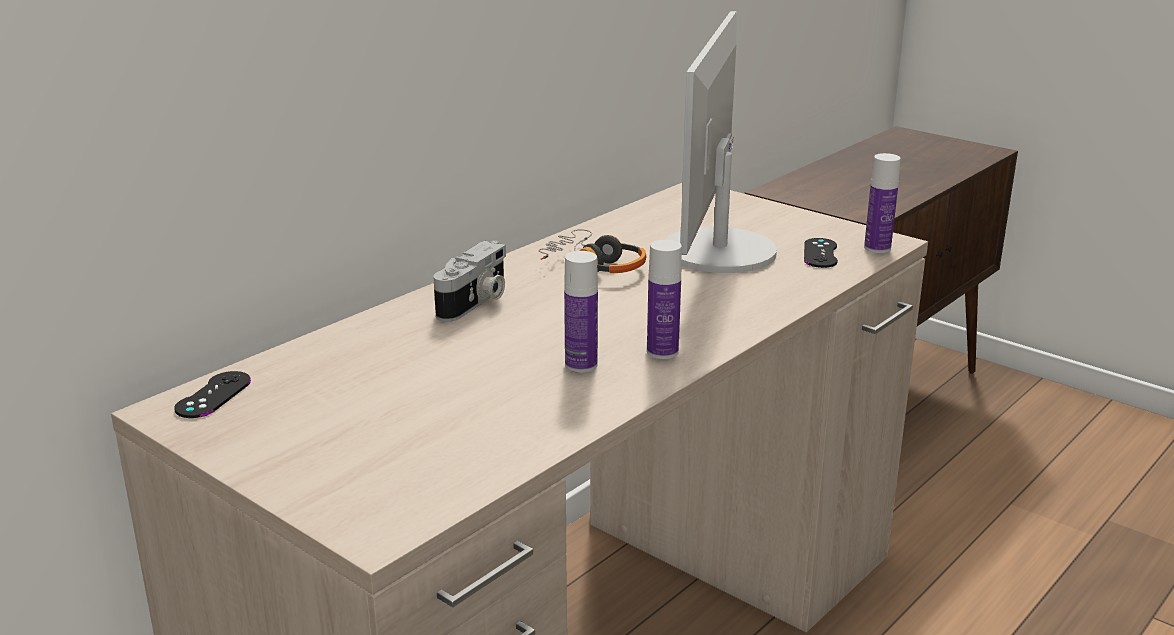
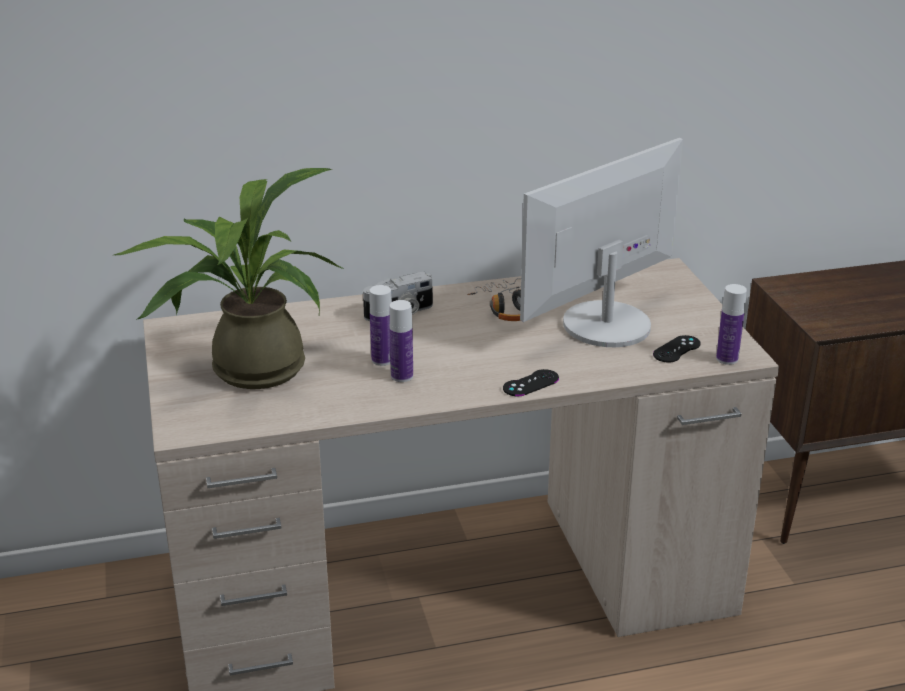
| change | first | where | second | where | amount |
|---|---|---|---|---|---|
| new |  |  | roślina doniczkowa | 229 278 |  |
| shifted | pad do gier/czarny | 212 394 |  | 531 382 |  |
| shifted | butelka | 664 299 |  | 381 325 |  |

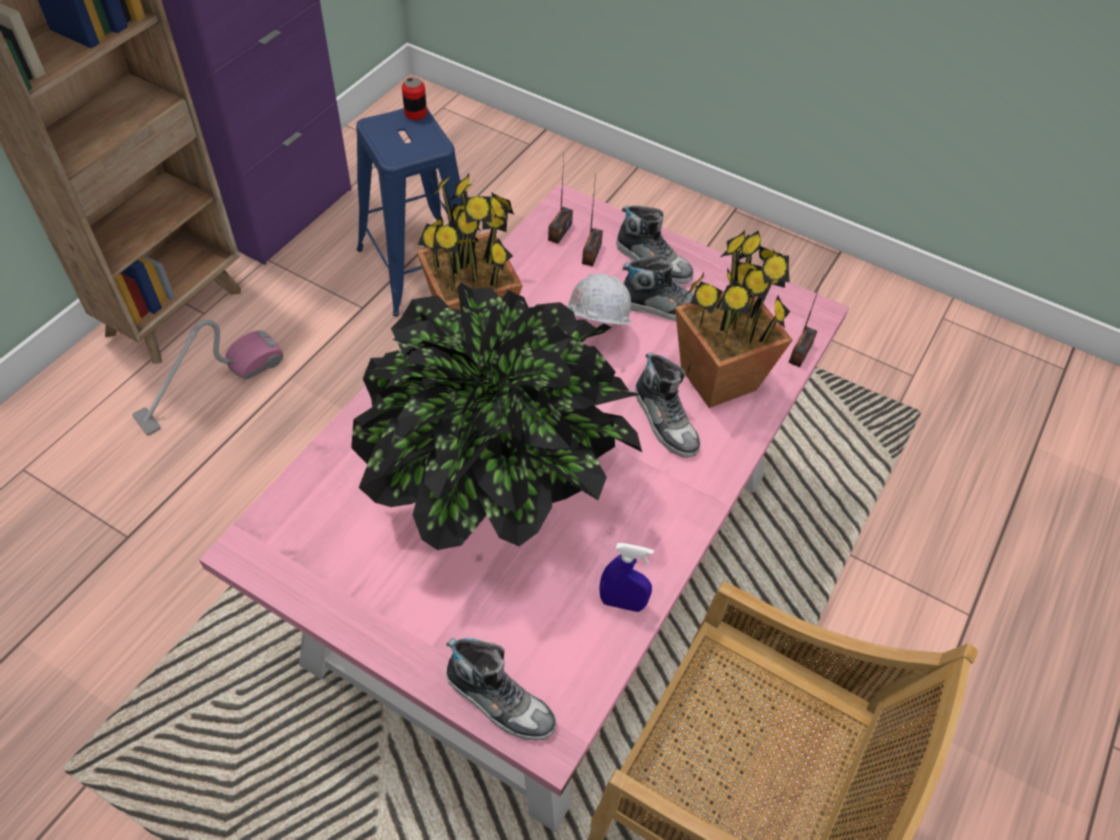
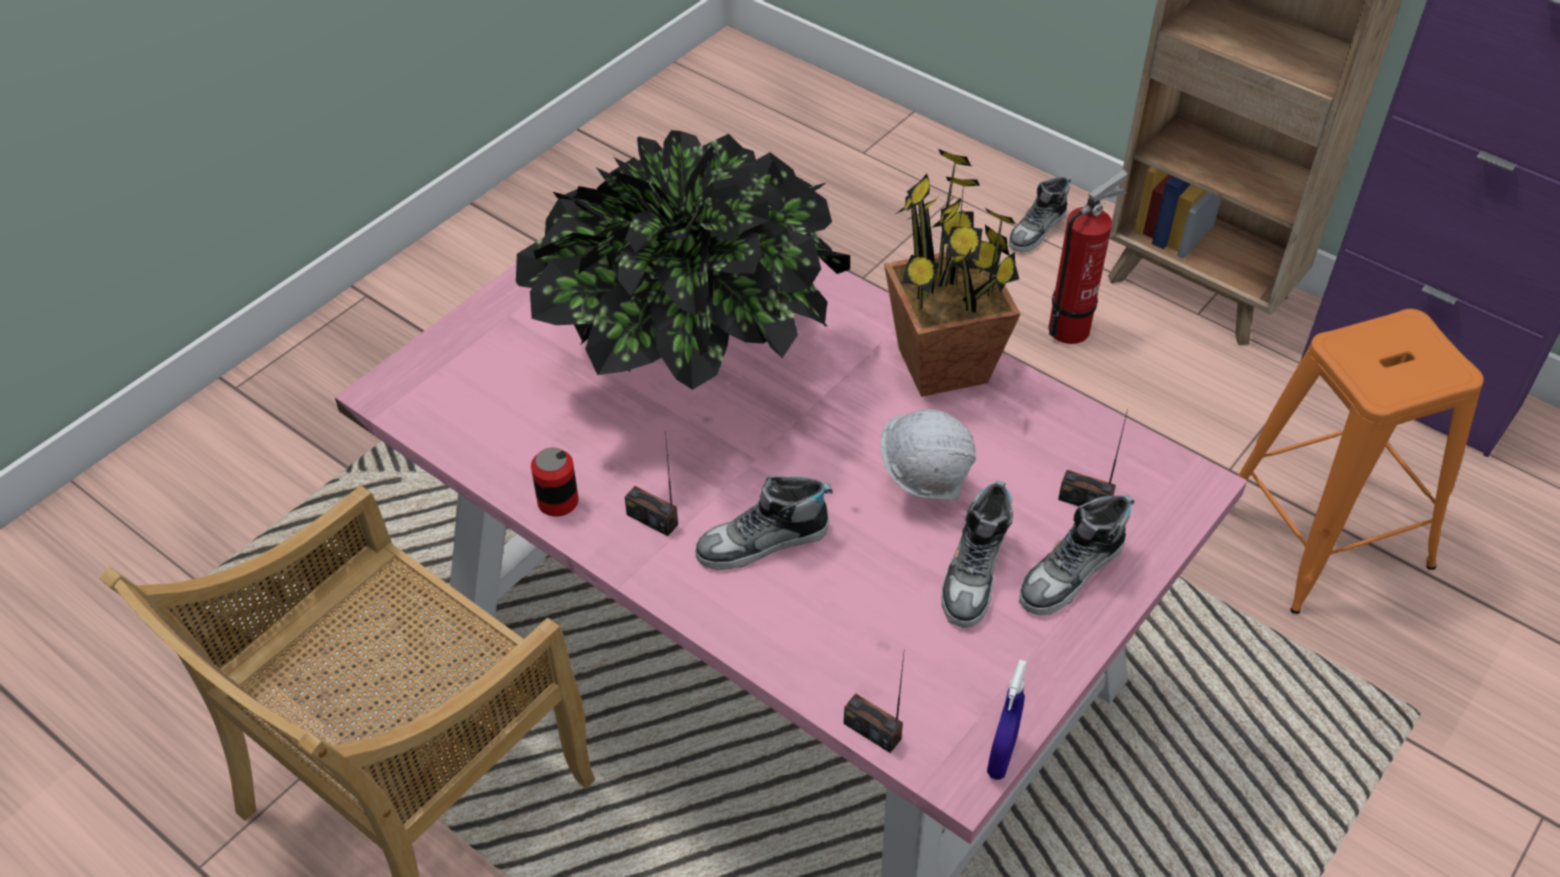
| change | first | where | second | where | amount |
|---|---|---|---|---|---|
| gone | roślina doniczkowa | 734 319 |  |  |  |
| shifted | puszka | 414 99 |  | 555 482 |  |
| shifted | but | 501 689 |  | 1040 214 |  |
| shifted | radio | 560 201 |  | 651 483 |  |
| shifted | spryskiwacz/niebieski | 626 577 |  | 1007 719 |  |
| swapped | odkurzacz | 207 377 | gaśnica | 1088 257 |  |
| repainted | stołek/niebieski | 409 212 | stołek/pomarańczowy | 1360 461 |  |

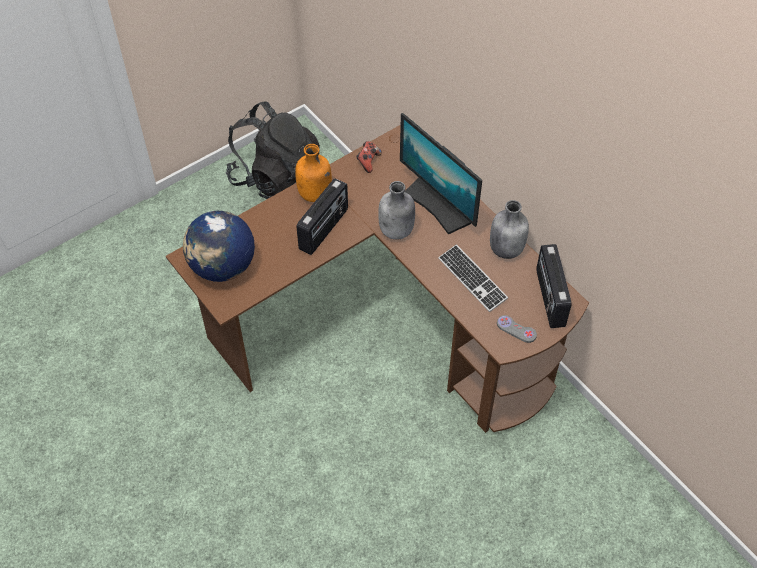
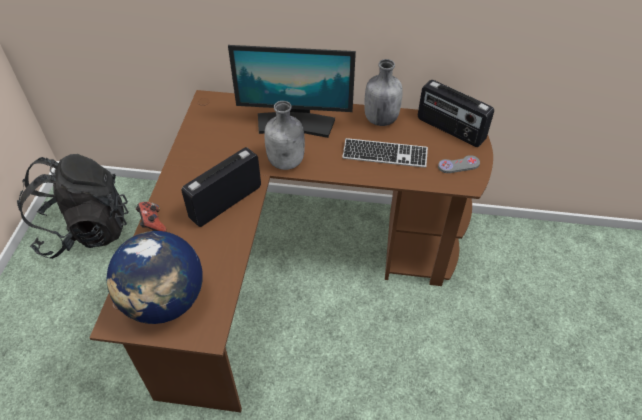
| change | first | where | second | where | amount |
|---|---|---|---|---|---|
| gone | butelka/pomarańczowy | 313 173 |  |  |  |
| shifted | pad do gier | 369 157 |  | 151 217 |  |
| rotated | radio | 322 216 |  | 221 187 | 120 degrees counterclockwise |

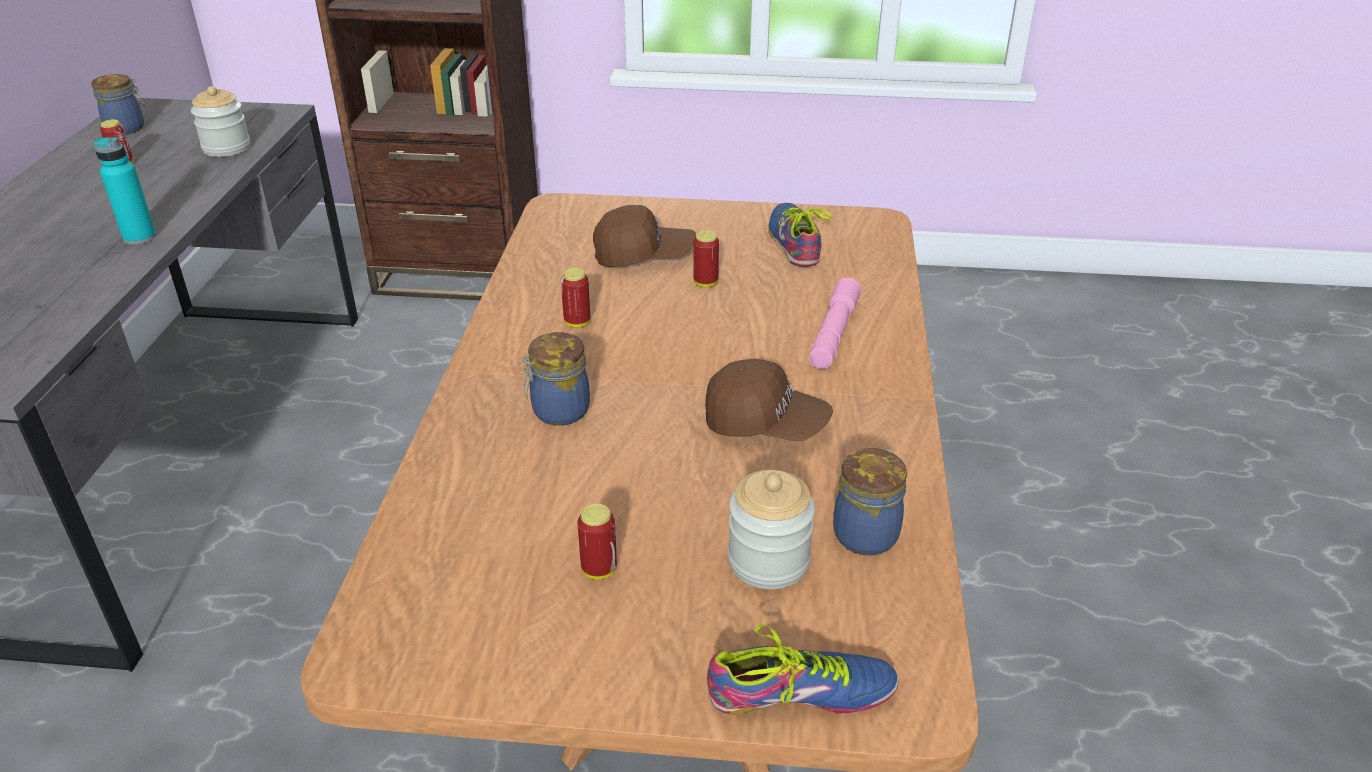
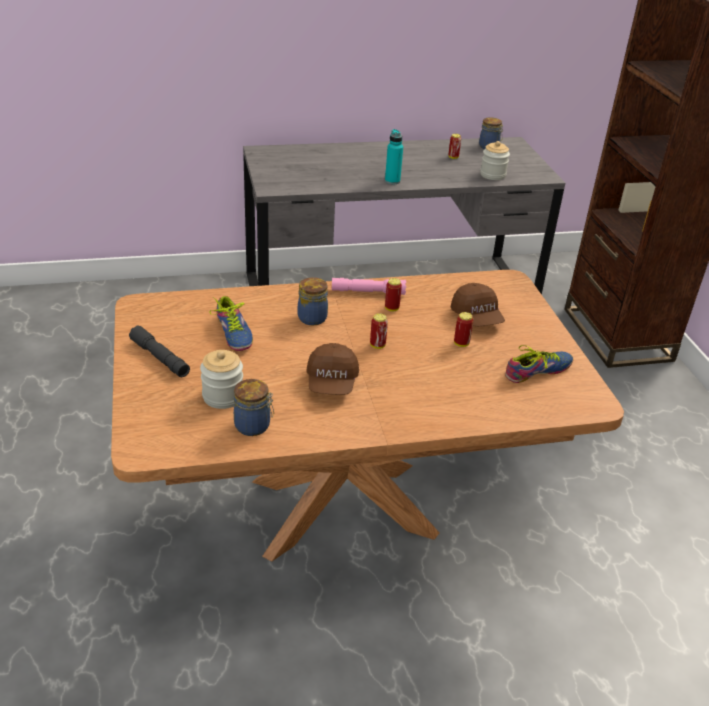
| change | first | where | second | where | amount |
|---|---|---|---|---|---|
| new |  |  | latarka/szary | 159 351 |  |
| shifted | puszka | 597 541 |  | 379 331 |  |
| shifted | but | 803 669 |  | 231 323 |  |
| shifted | latarka/różowy | 835 323 |  | 369 286 |  |

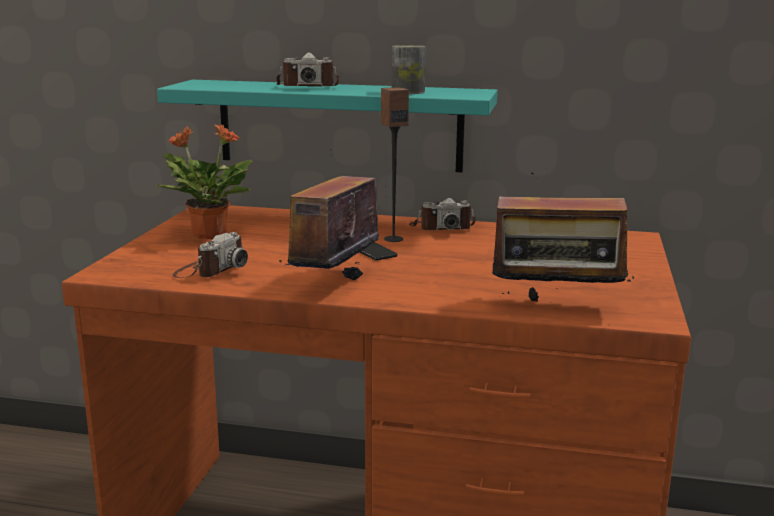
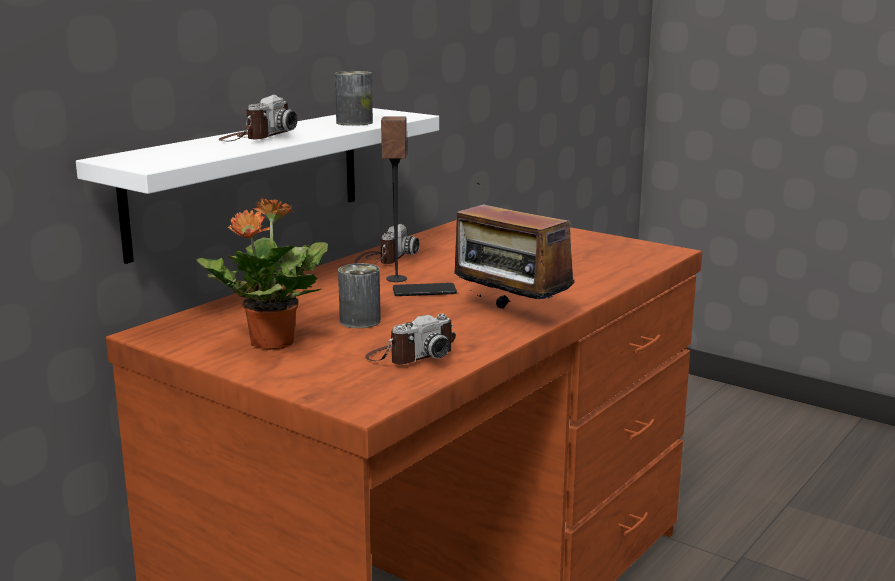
| change | first | where | second | where | amount |
|---|---|---|---|---|---|
| gone | radio | 560 236 |  |  |  |
| new |  |  | puszka | 359 295 |  |
| repainted | półka/turkusowy | 327 126 | półka/biały | 257 186 |  |
| rotated | aparat fotograficzny | 210 255 |  | 410 339 | 90 degrees clockwise |

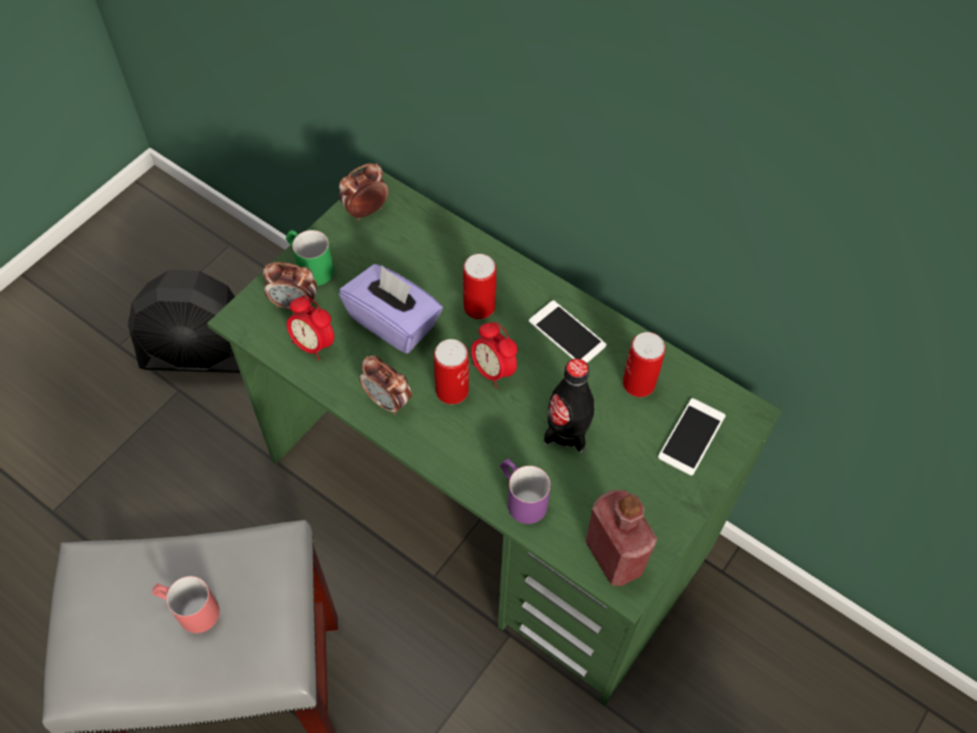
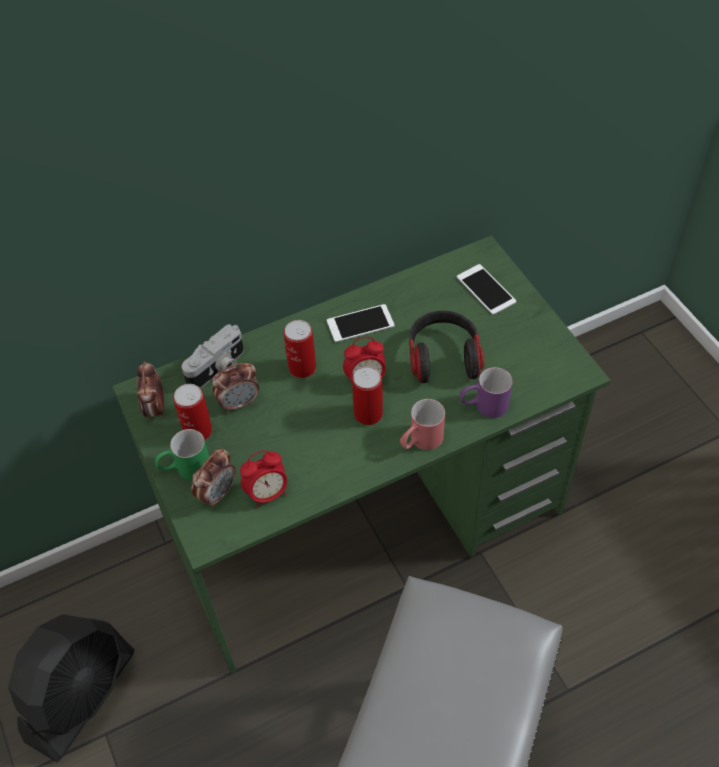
| change | first | where | second | where | amount |
|---|---|---|---|---|---|
| gone | pudełko chusteczek/fioletowy | 391 309 |  |  |  |
| gone | butelka/czerwony | 621 538 |  |  |  |
| new |  |  | aparat fotograficzny | 213 356 |  |
| shifted | kubek/czerwony | 186 604 |  | 422 424 |  |
| shifted | budzik | 385 385 |  | 235 388 |  |
| shifted | puszka | 644 364 |  | 192 412 |  |
| swapped | butelka/czarny | 569 406 | słuchawki | 447 346 |  |

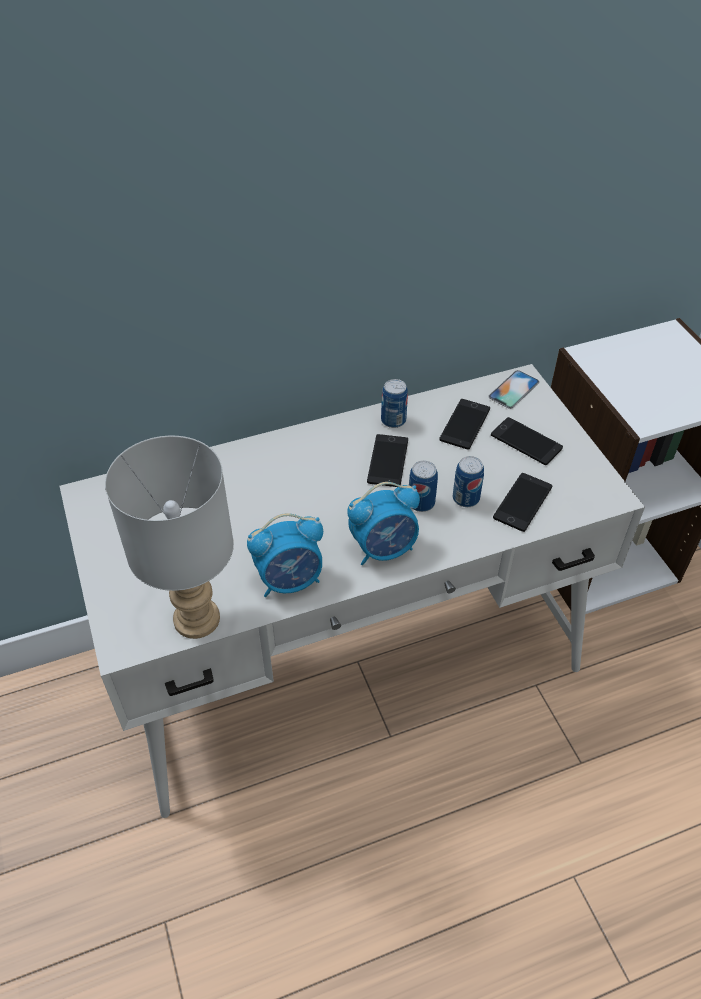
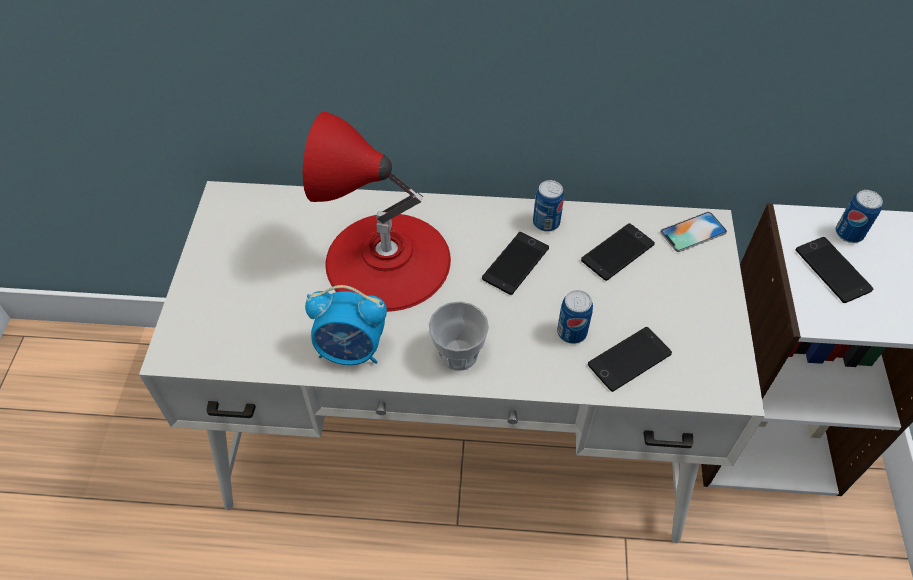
| change | first | where | second | where | amount |
|---|---|---|---|---|---|
| gone | lampa stołowa/szary | 169 537 |  |  |  |
| new |  |  | lampa stołowa/czerwony | 377 212 |  |
| shifted | puszka | 423 486 |  | 859 216 |  |
| shifted | telefon | 527 441 |  | 834 270 |  |
| swapped | budzik | 383 523 | filiżanka | 459 336 |  |

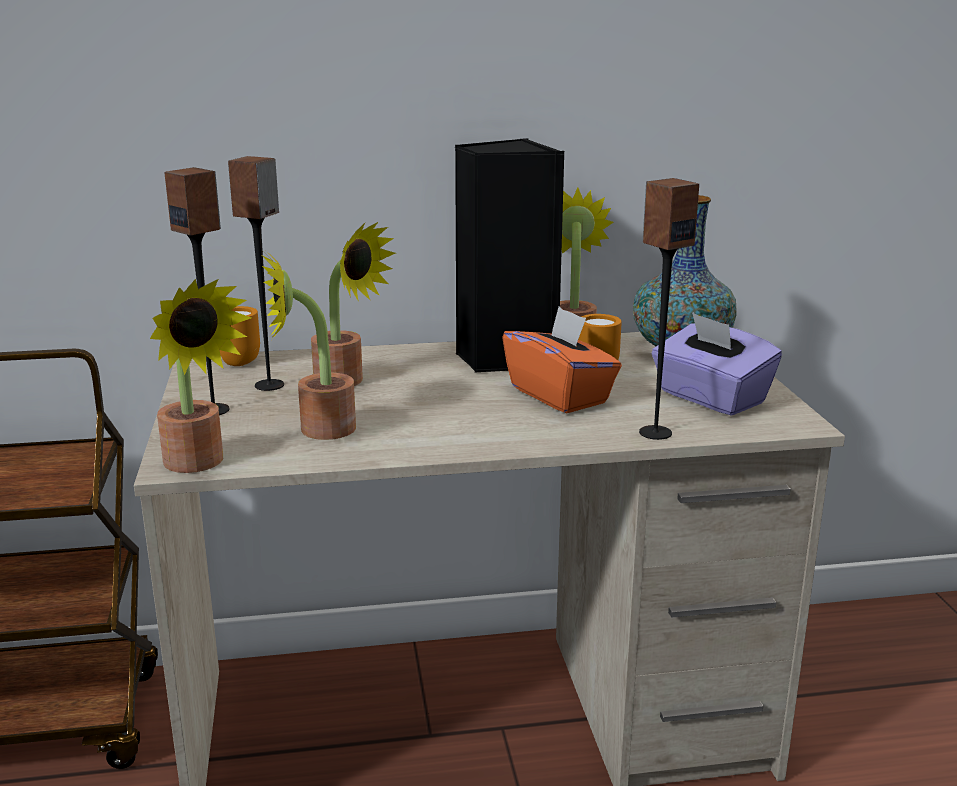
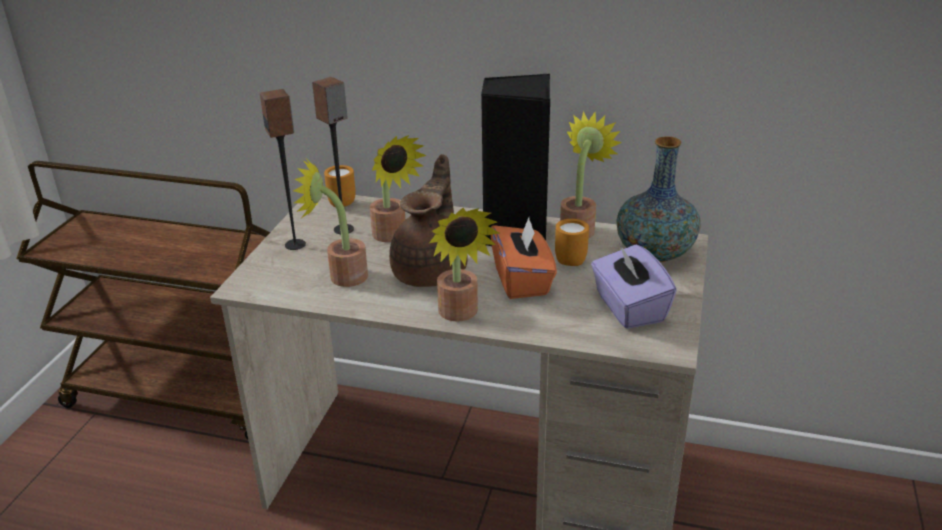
| change | first | where | second | where | amount |
|---|---|---|---|---|---|
| gone | głośnik | 669 309 |  |  |  |
| new |  |  | imbryk/brązowy | 428 220 |  |
| shifted | roślina doniczkowa | 200 376 |  | 465 265 |  |

